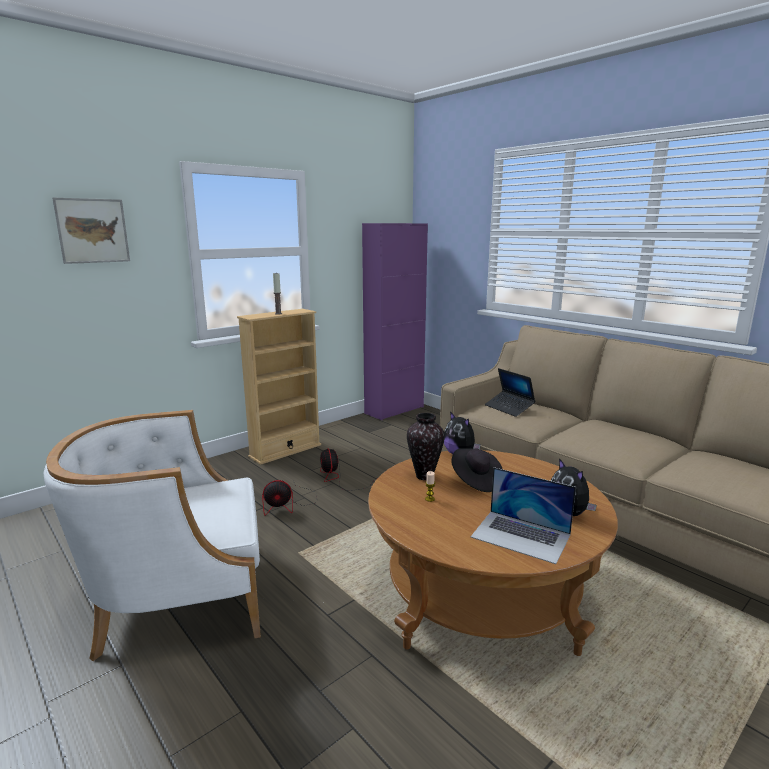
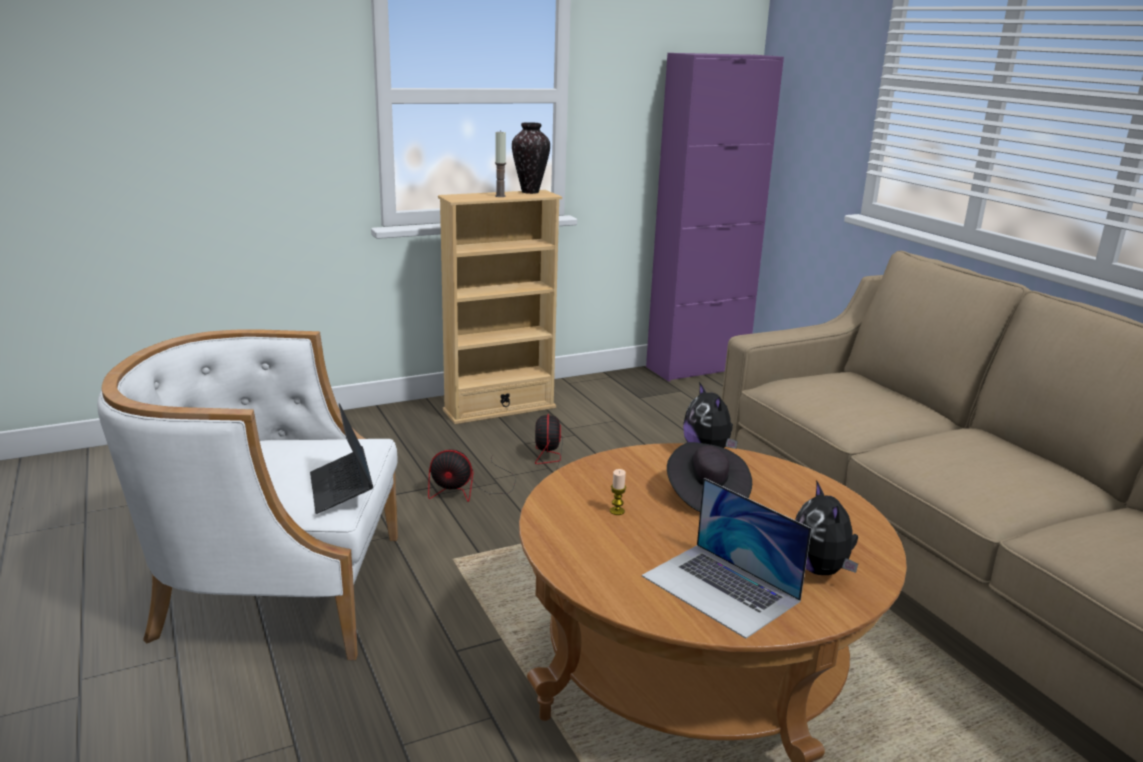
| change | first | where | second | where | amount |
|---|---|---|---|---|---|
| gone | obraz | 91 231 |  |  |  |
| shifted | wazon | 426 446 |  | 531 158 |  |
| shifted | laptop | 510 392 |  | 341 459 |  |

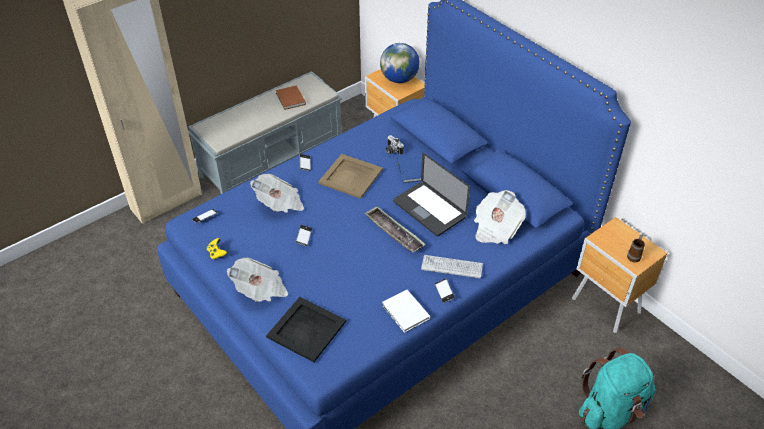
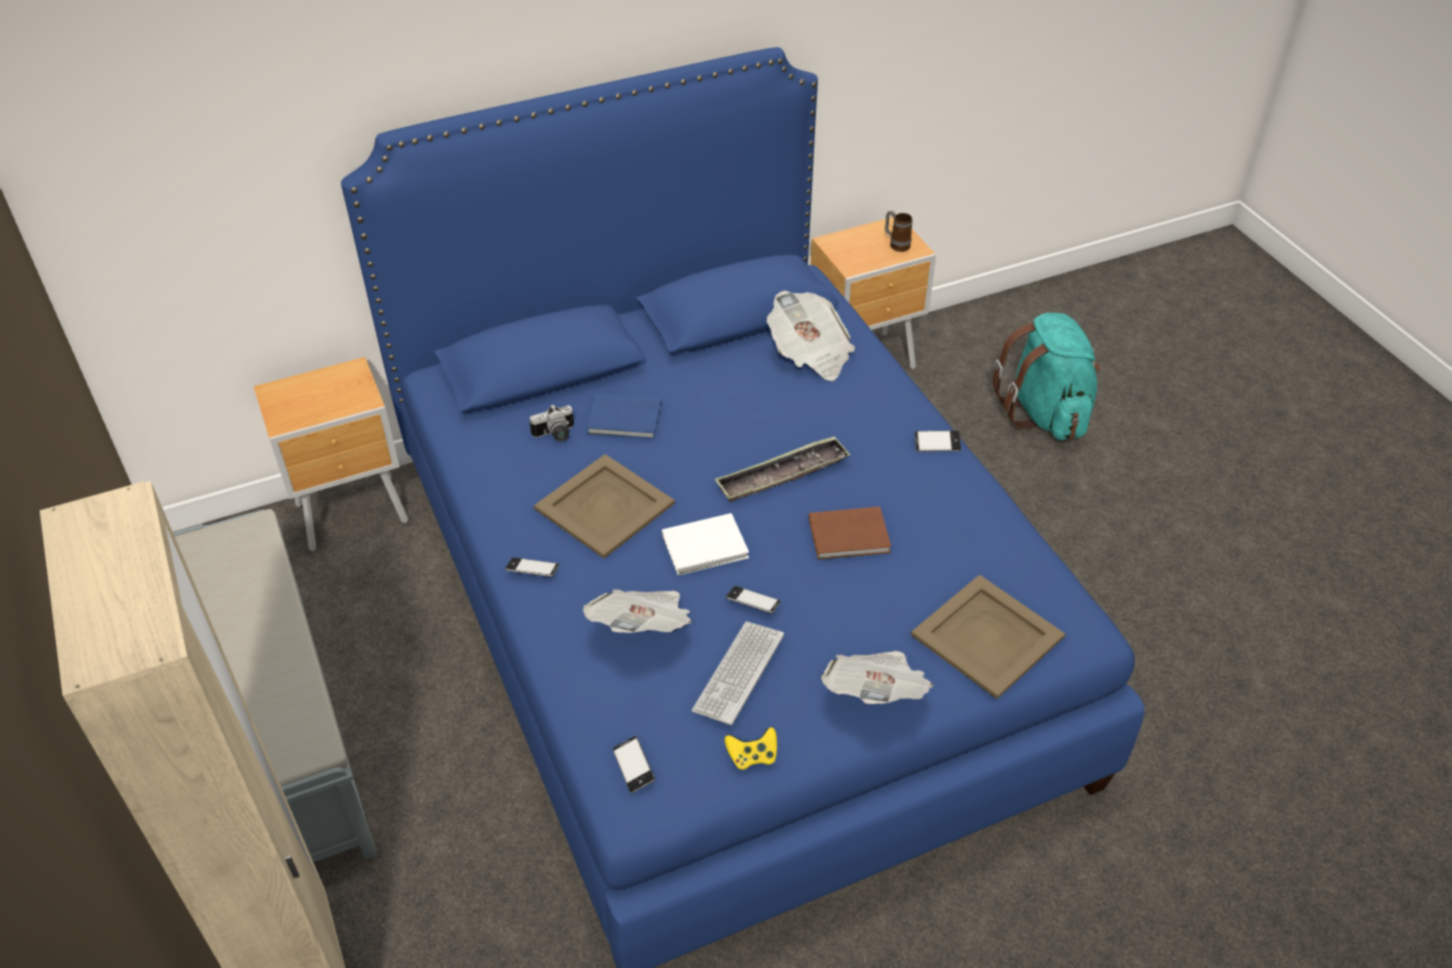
| change | first | where | second | where | amount |
|---|---|---|---|---|---|
| gone | globus | 400 63 |  |  |  |
| gone | laptop | 431 194 |  |  |  |
| shifted | książka/brązowy | 291 97 |  | 850 533 |  |
| shifted | książka/biały | 406 311 |  | 705 544 |  |
| shifted | klawiatura | 452 266 |  | 737 673 |  |
| repainted | taca/czarny | 306 329 | taca/beżowy | 988 636 |  |

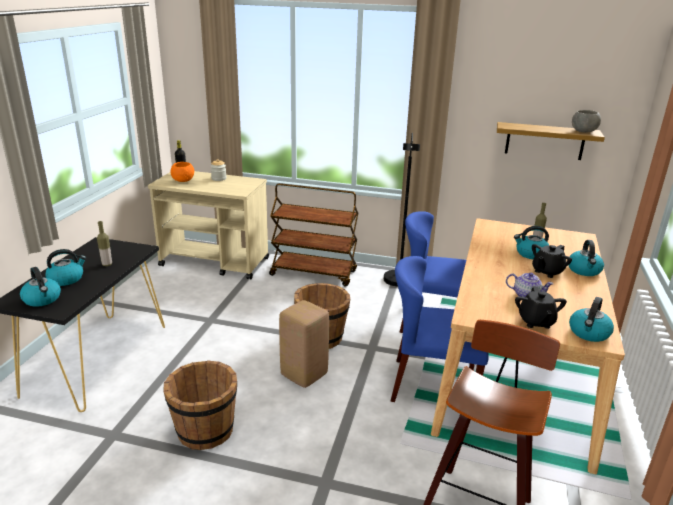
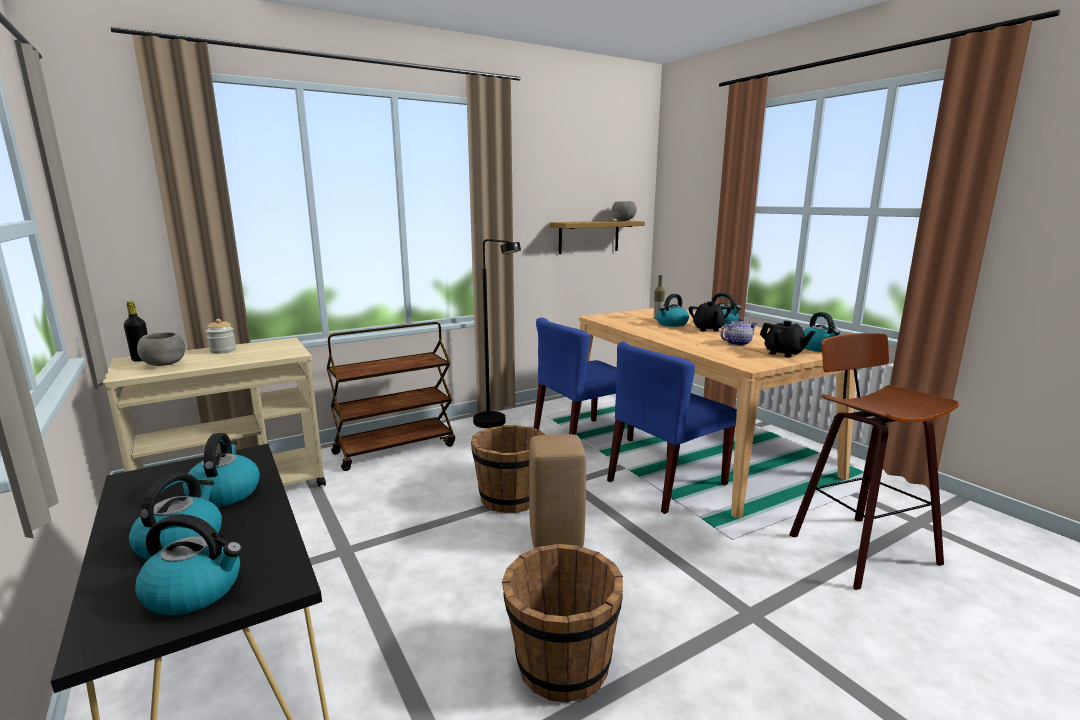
| change | first | where | second | where | amount |
|---|---|---|---|---|---|
| swapped | butelka | 104 243 | czajnik | 221 470 |  |
| repainted | miska/pomarańczowy | 182 172 | miska/szary | 161 349 |  |

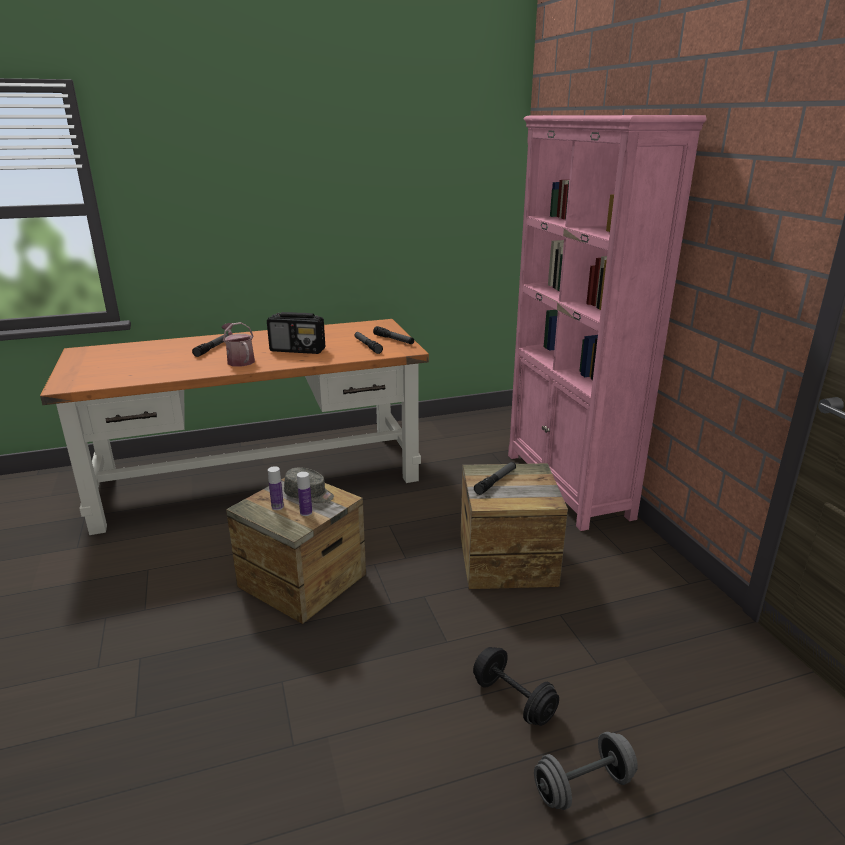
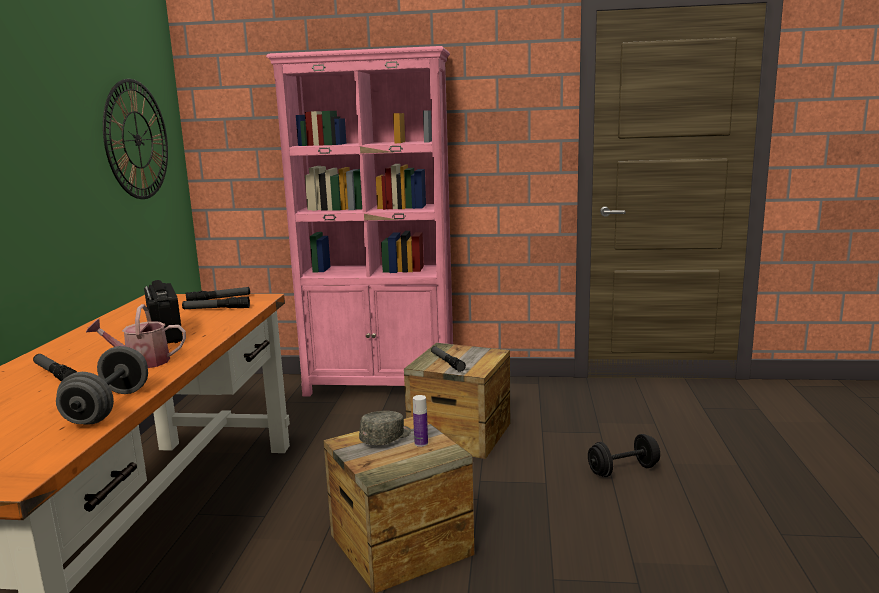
| change | first | where | second | where | amount |
|---|---|---|---|---|---|
| gone | butelka | 276 488 |  |  |  |
| new |  |  | zegar ścienny | 135 139 |  |
| shifted | hantel/szary | 586 771 |  | 102 385 |  |
| rotated | radio | 296 333 |  | 163 311 | 60 degrees counterclockwise |

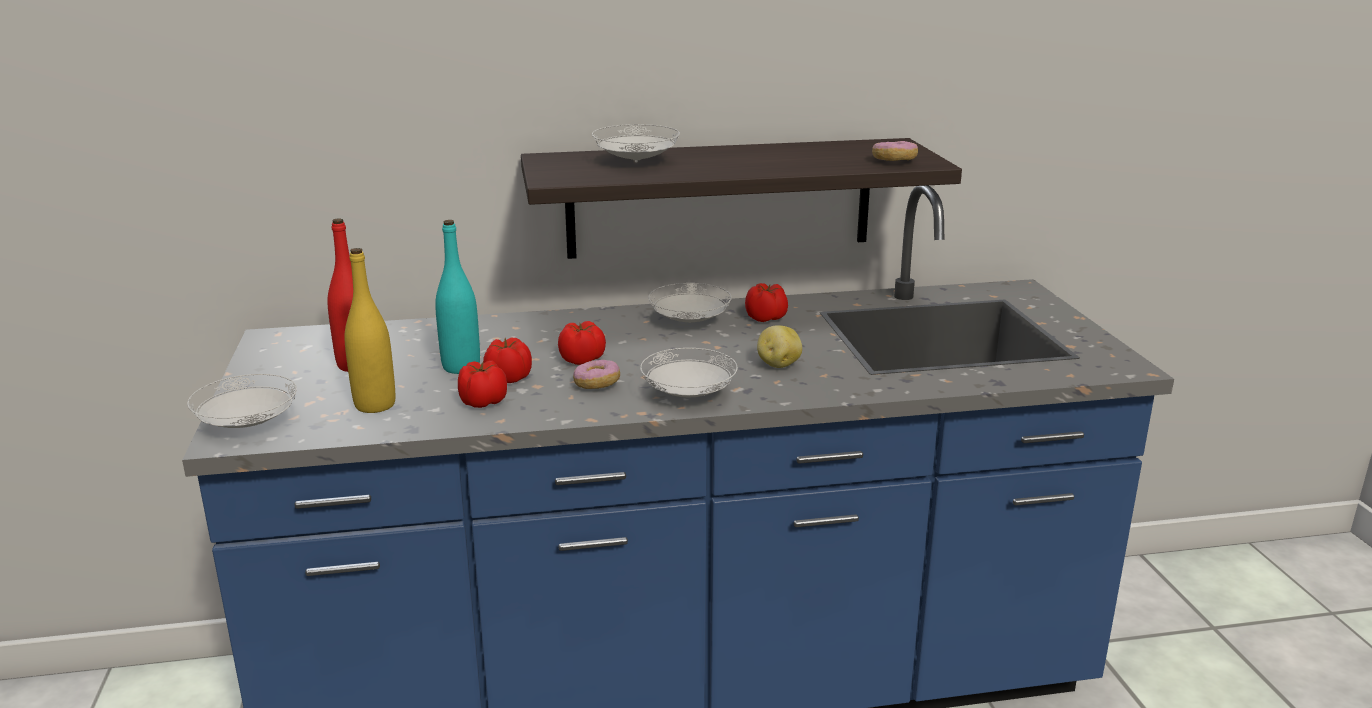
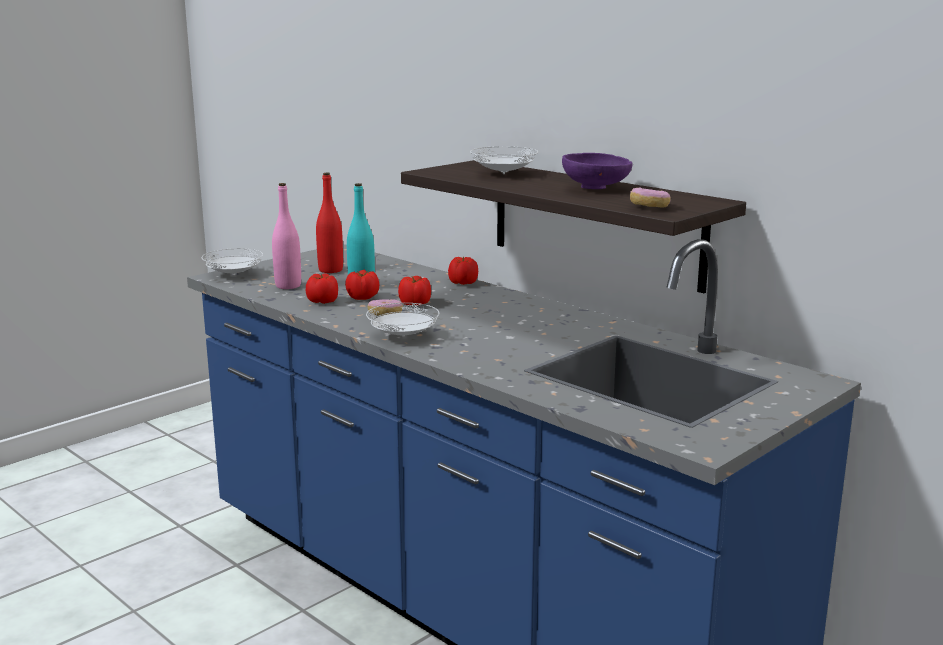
| change | first | where | second | where | amount |
|---|---|---|---|---|---|
| gone | talerz/biały | 690 303 |  |  |  |
| gone | ziemniak | 779 346 |  |  |  |
| new |  |  | miska/fioletowy | 597 171 |  |
| shifted | pomidor | 766 302 |  | 463 271 |  |
| repainted | butelka/żółty | 370 330 | butelka/różowy | 286 236 |  |

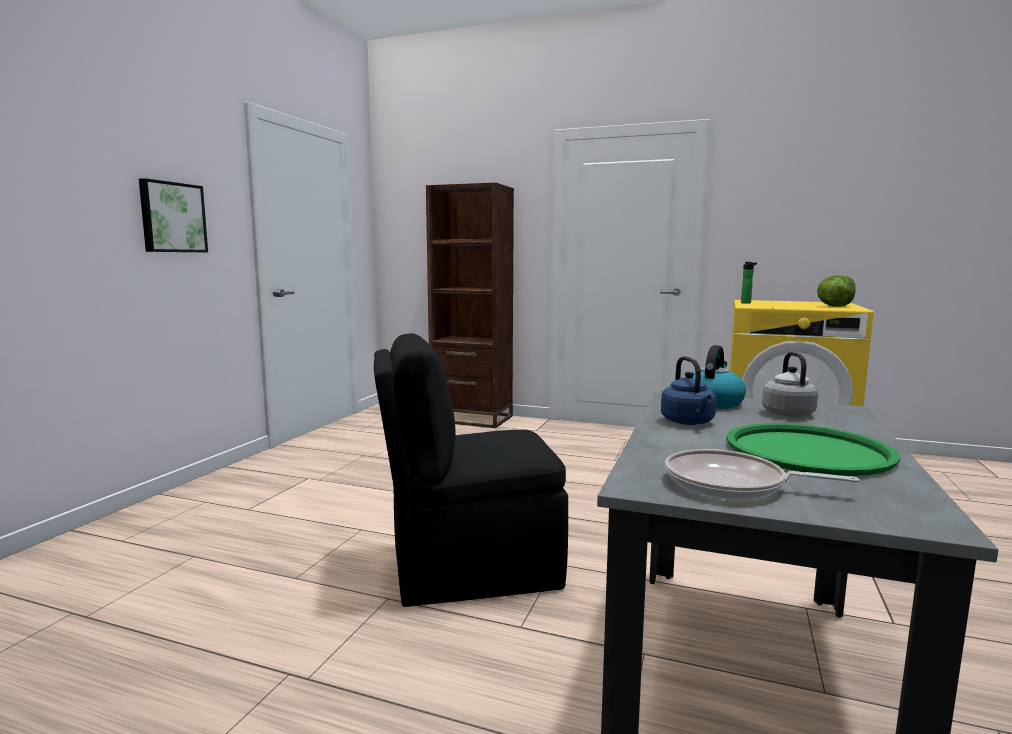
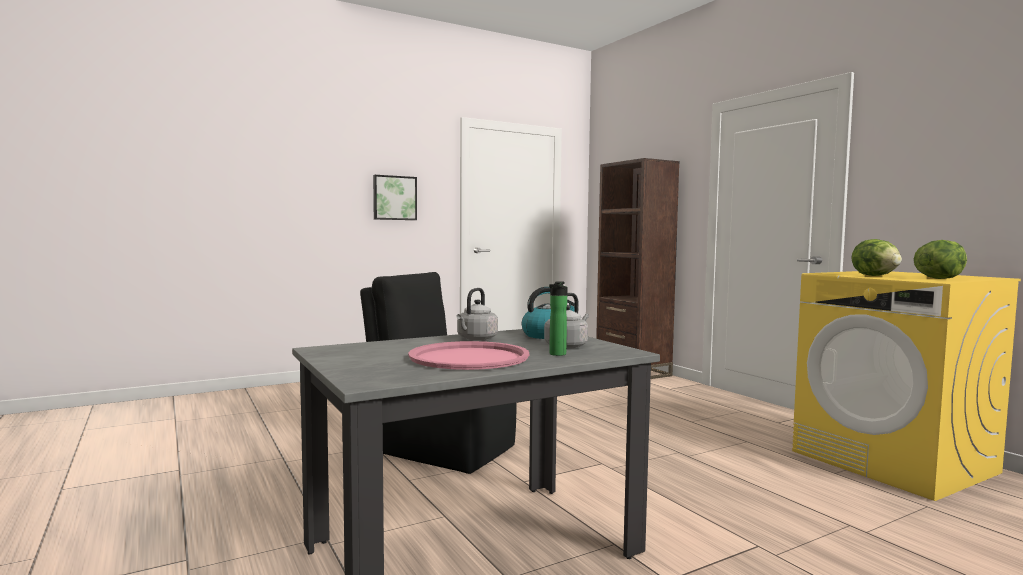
| change | first | where | second | where | amount |
|---|---|---|---|---|---|
| gone | patelnia | 762 474 |  |  |  |
| new |  |  | sałata | 876 257 |  |
| shifted | butelka | 749 283 |  | 558 318 |  |
| repainted | czajnik/niebieski | 689 390 | czajnik/szary | 477 314 |  |
| repainted | taca/zielony | 813 449 | taca/różowy | 468 355 |  |

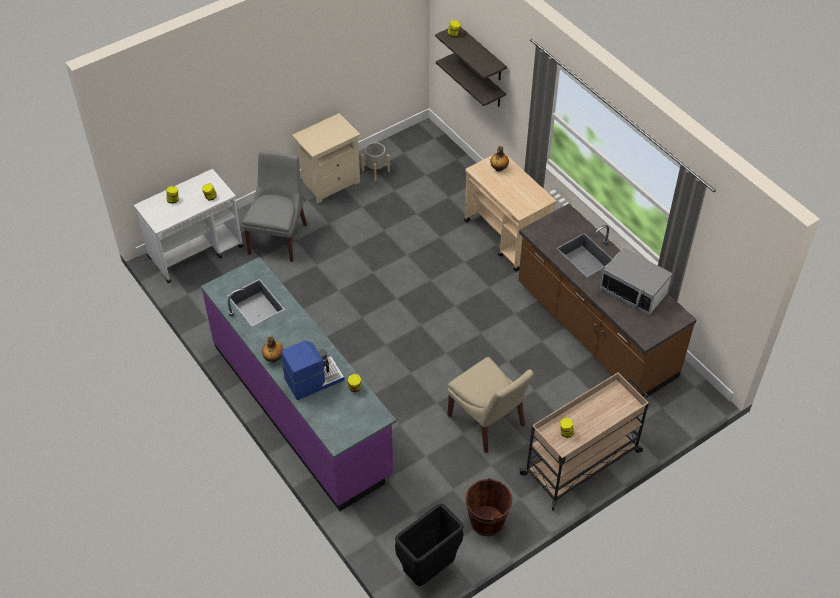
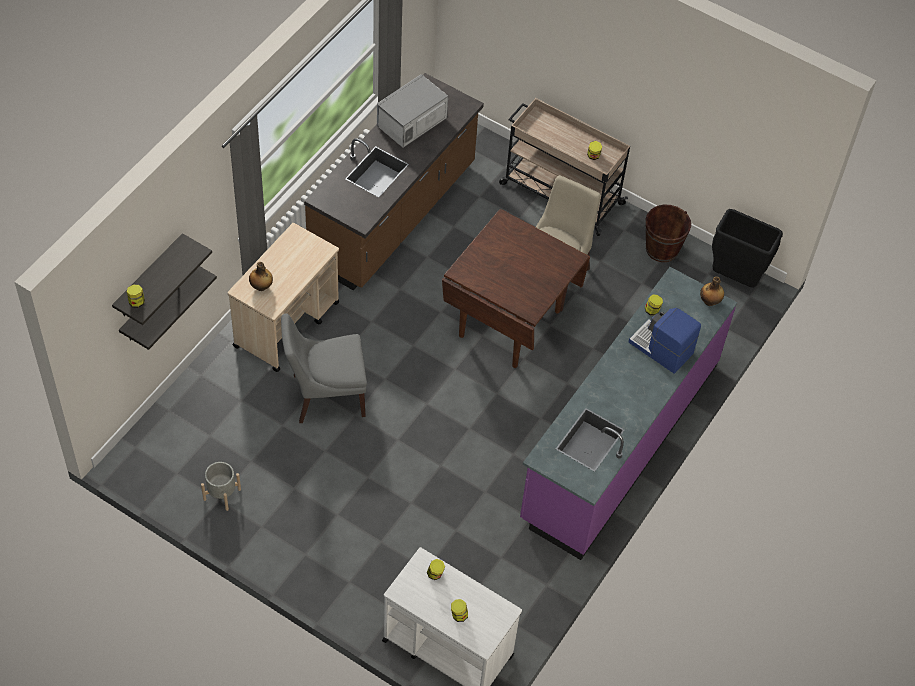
| change | first | where | second | where | amount |
|---|---|---|---|---|---|
| gone | szafka nocna/beżowy | 326 158 |  |  |  |
| new |  |  | stół jadalny/brązowy | 516 288 |  |
| shifted | krzesło/szary | 275 206 |  | 324 368 |  |
| shifted | butelka | 272 349 |  | 712 291 |  |
| rotated | mikrofalówka | 636 281 |  | 412 111 | 150 degrees counterclockwise |

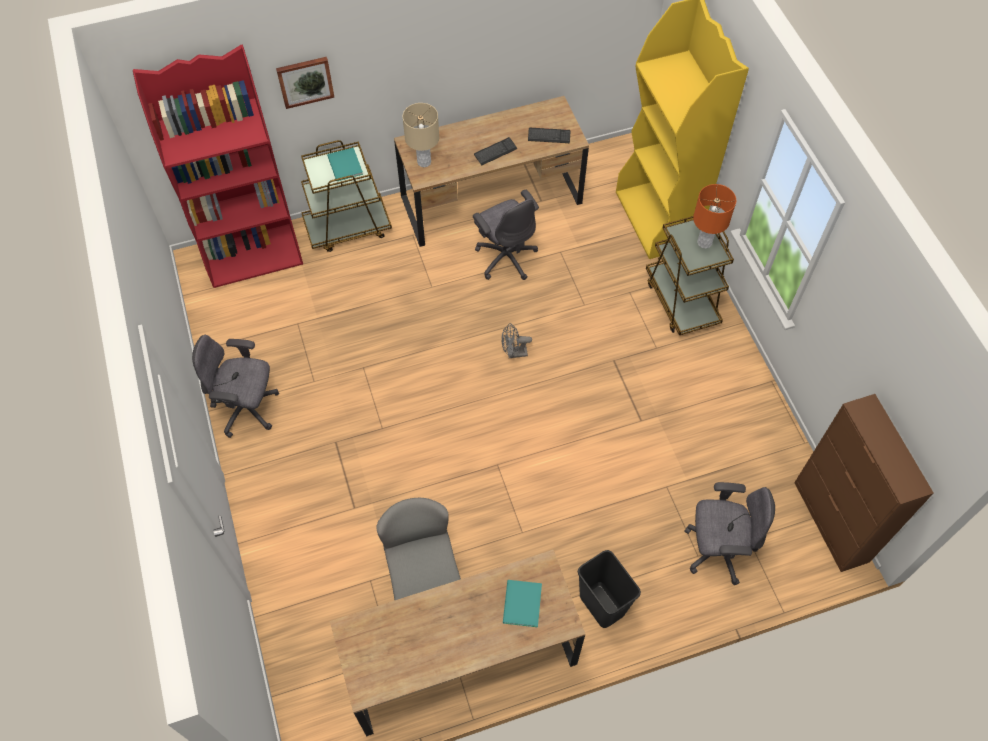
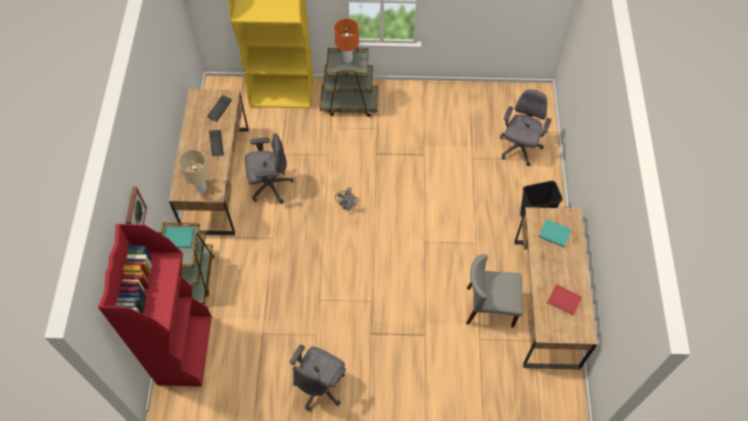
| change | first | where | second | where | amount |
|---|---|---|---|---|---|
| gone | szafka/brązowy | 864 483 |  |  |  |
| new |  |  | książka/czerwony | 564 300 |  |

